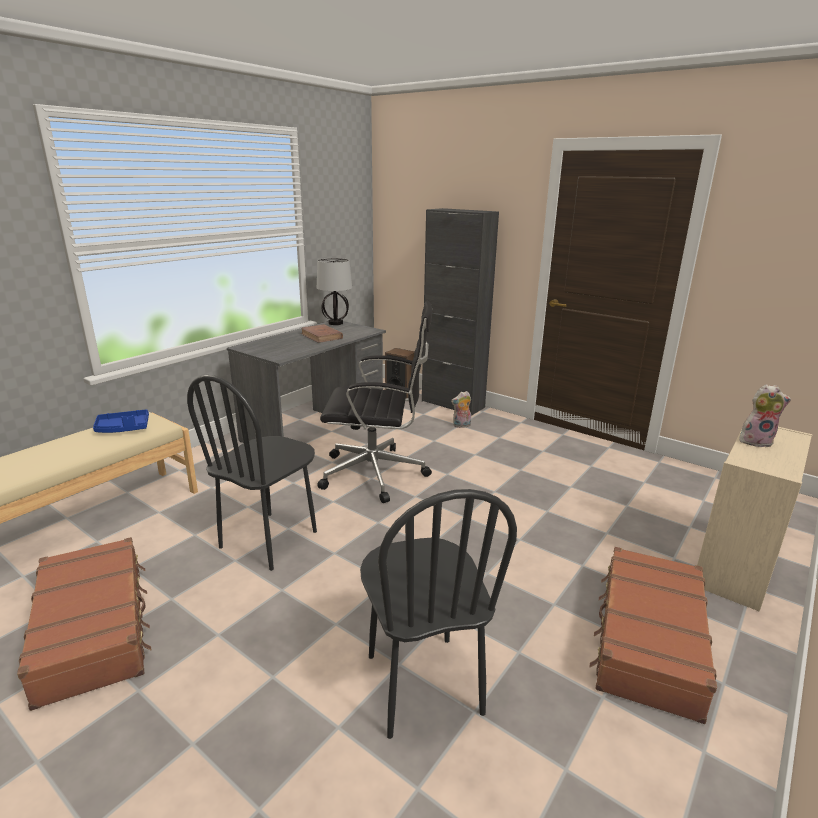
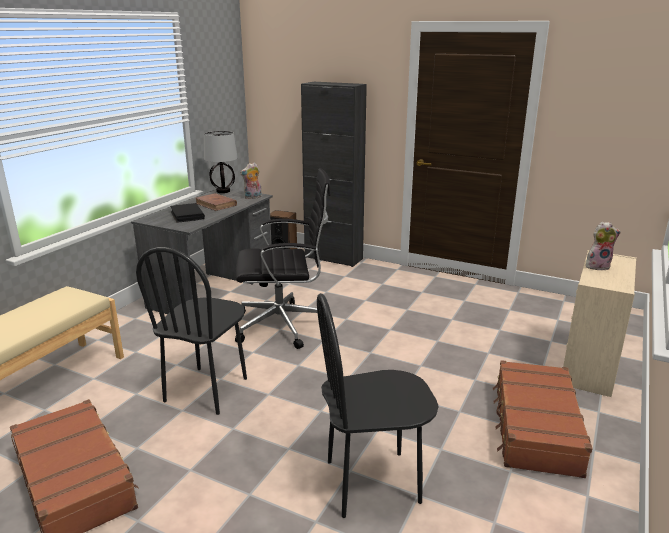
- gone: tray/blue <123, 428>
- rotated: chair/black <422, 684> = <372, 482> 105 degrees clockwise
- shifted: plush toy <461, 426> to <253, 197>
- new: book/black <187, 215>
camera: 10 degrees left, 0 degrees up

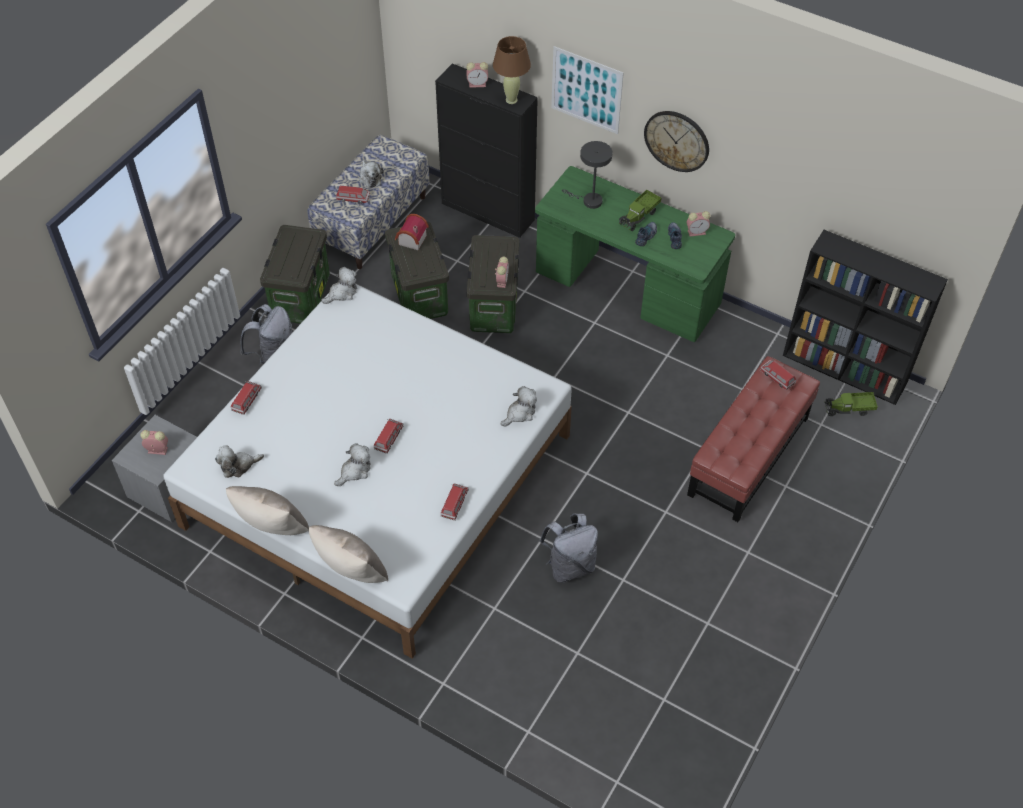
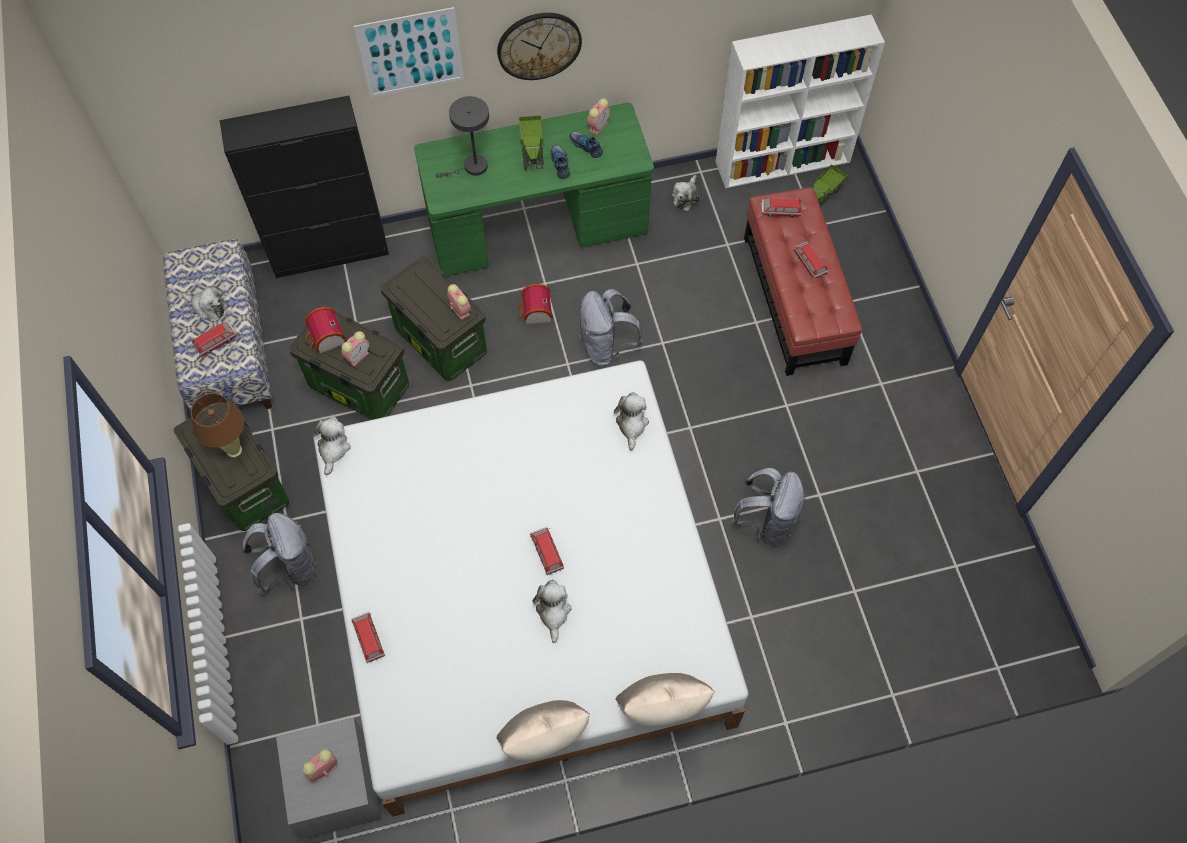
- shifted: plush toy <238, 466> to <686, 197>
- shifted: toy car <454, 504> to <809, 263>
- shifted: alarm clock <478, 84> to <358, 355>
- shifted: table lamp/brown <511, 100> to <234, 450>
- repainted: bookcase/black <845, 369> to bookcase/white <784, 161>
- new: toy house <535, 313>
- new: backpack/grey <606, 346>
camera: 45 degrees left, 10 degrees up

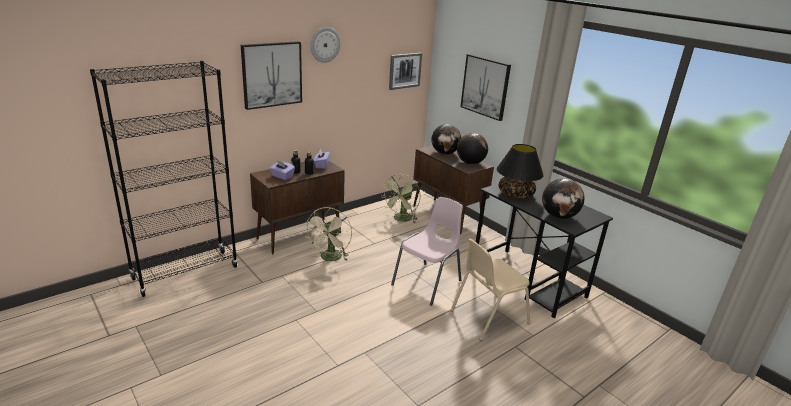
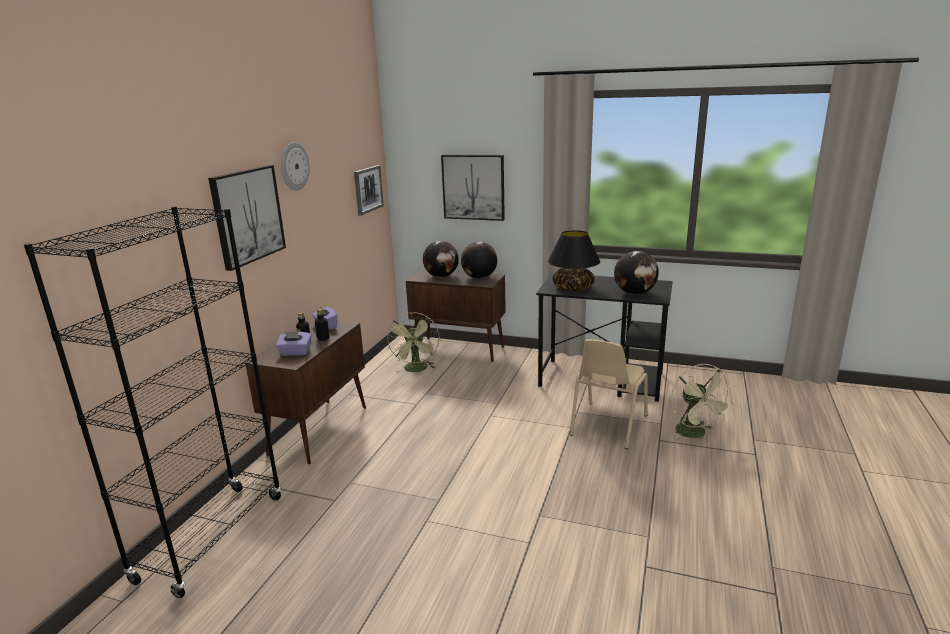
- shifted: fan/beige <330, 258> to <695, 434>
- gone: chair/pink <428, 282>
camera: 30 degrees left, 5 degrees down

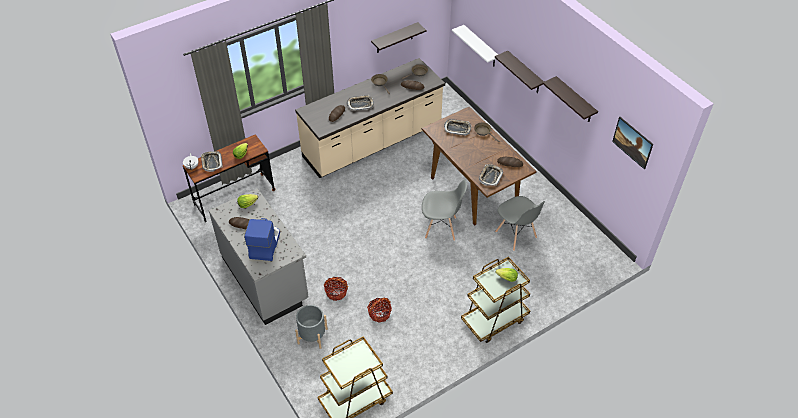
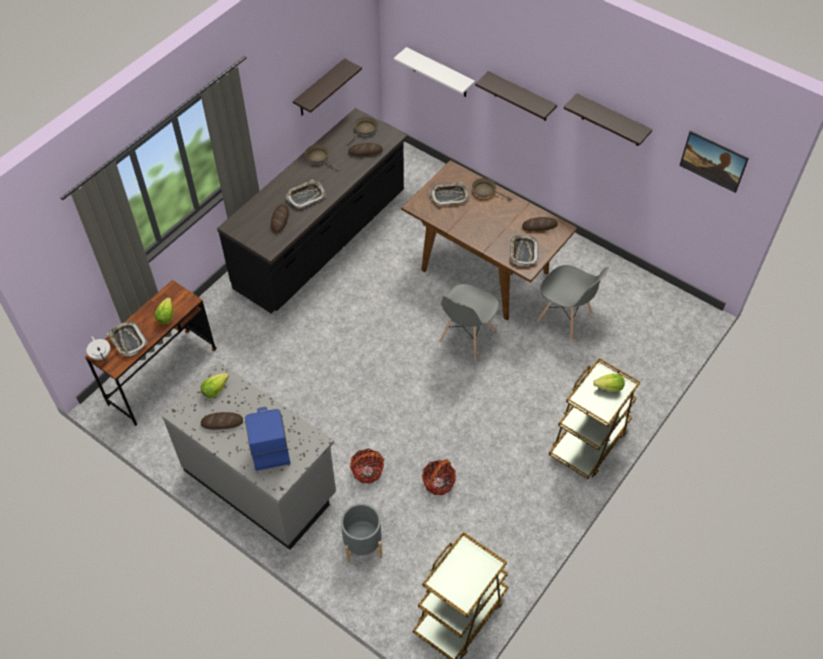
- repainted: counter/beige <373, 142> to counter/black <322, 241>
- rotated: chair/grey <441, 228> = <466, 337> 135 degrees clockwise
camera: 20 degrees left, 5 degrees up

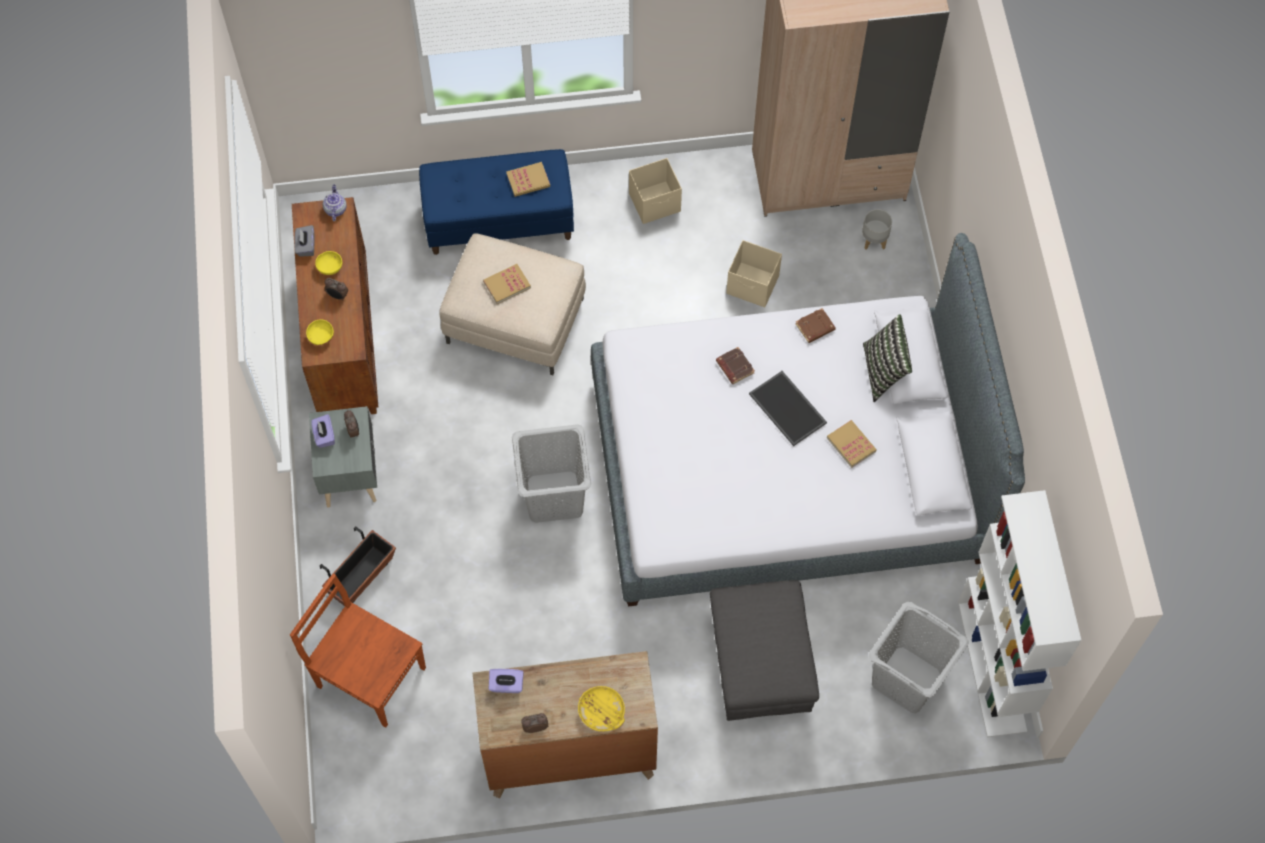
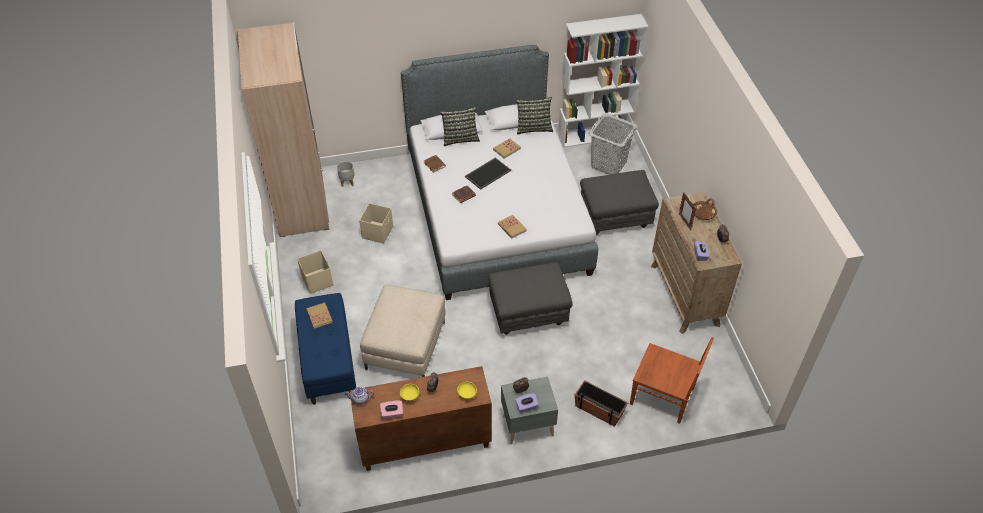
- rotated: chair/brown <369, 675> = <663, 397> 90 degrees counterclockwise
- repainted: tissue box/grey <306, 246> to tissue box/pink <392, 414>
- shifted: book <507, 285> to <512, 227>
- swapped: laundry basket/grey <554, 497> to ottoman/grey <528, 314>
- repainted: bowl/yellow <602, 712> to bowl/brown <703, 213>
- new: pillow <533, 127>
- new: picture frame <684, 222>
camera: 95 degrees left, 15 degrees down

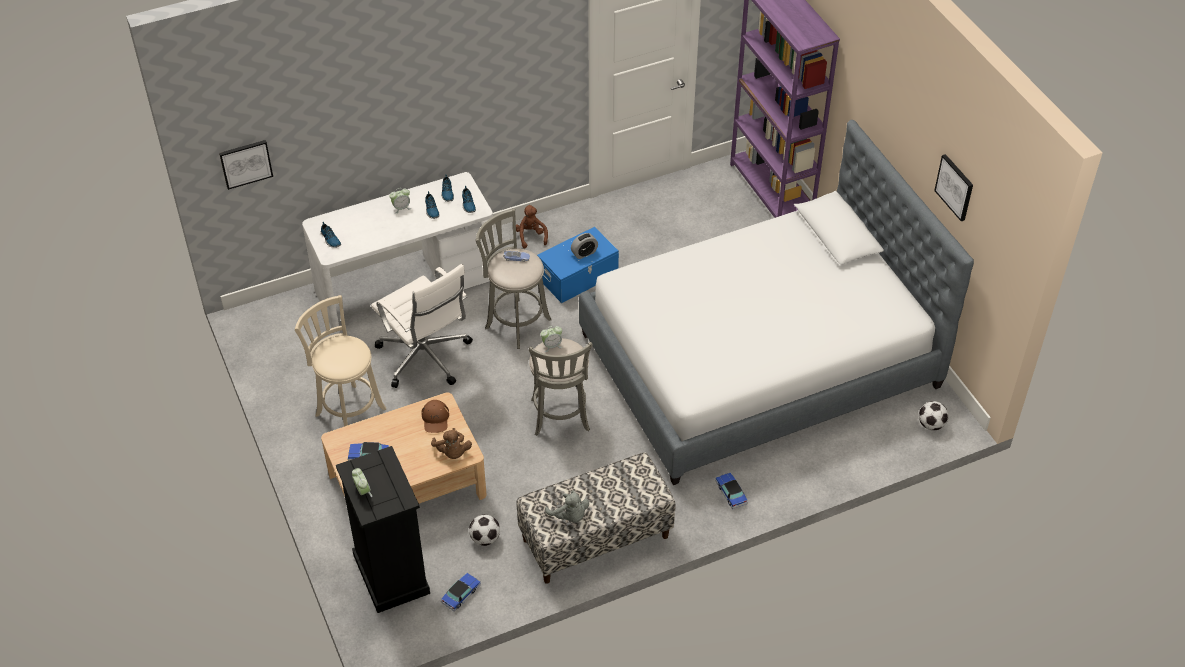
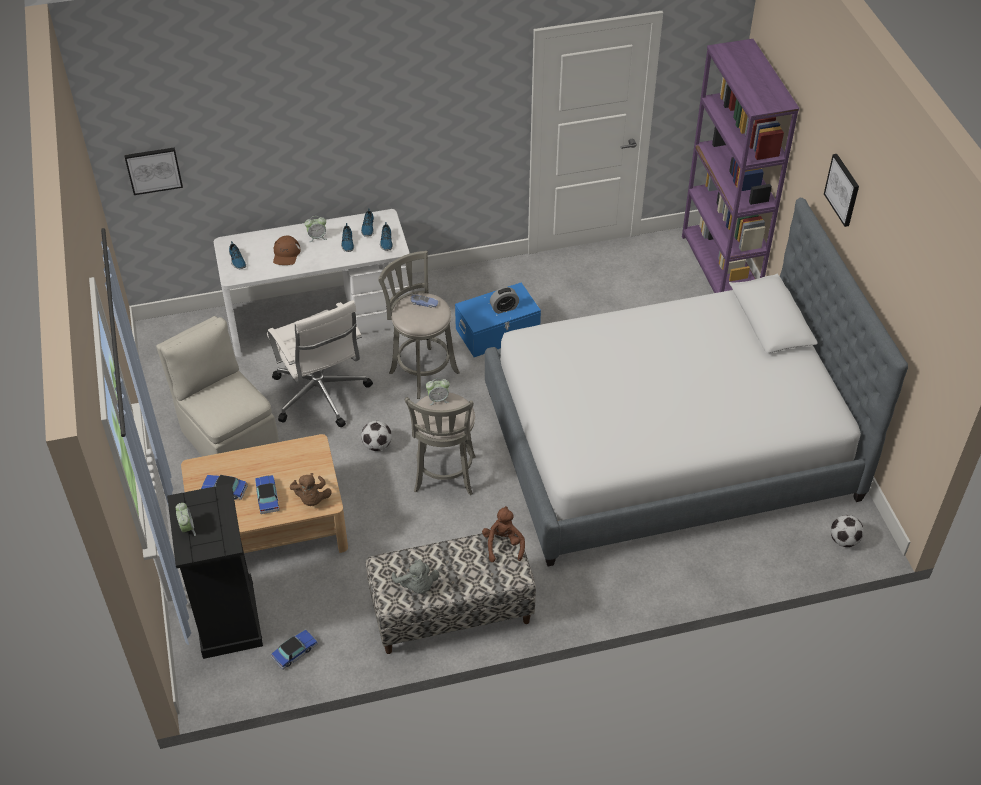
- swapped: stool/beige <348, 410> to chair/beige <229, 439>
- shifted: cap/brown <435, 419> to <286, 254>
- shifted: football <485, 538> to <377, 445>
- shifted: plush toy/brown <531, 236> to <503, 544>
- shifted: toy car <731, 493> to <267, 497>
- shifted: picture <955, 187> to <843, 189>
camera: 10 degrees right, 0 degrees up

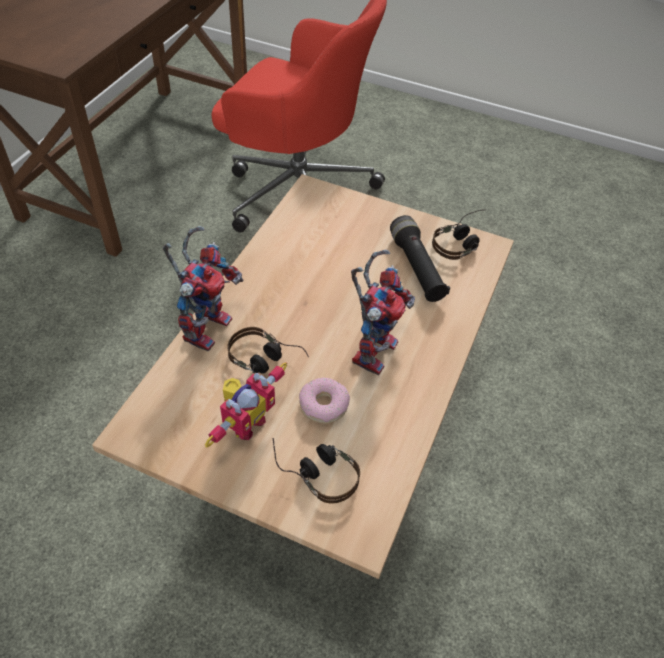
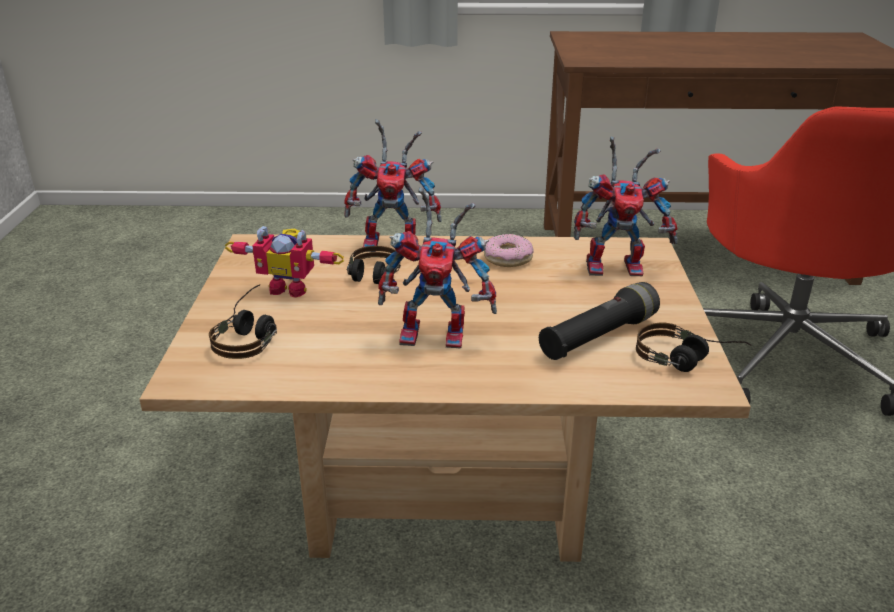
- shifted: donut <323, 405> to <508, 258>
- new: toy robot <618, 266>
camera: 70 degrees right, 20 degrees down

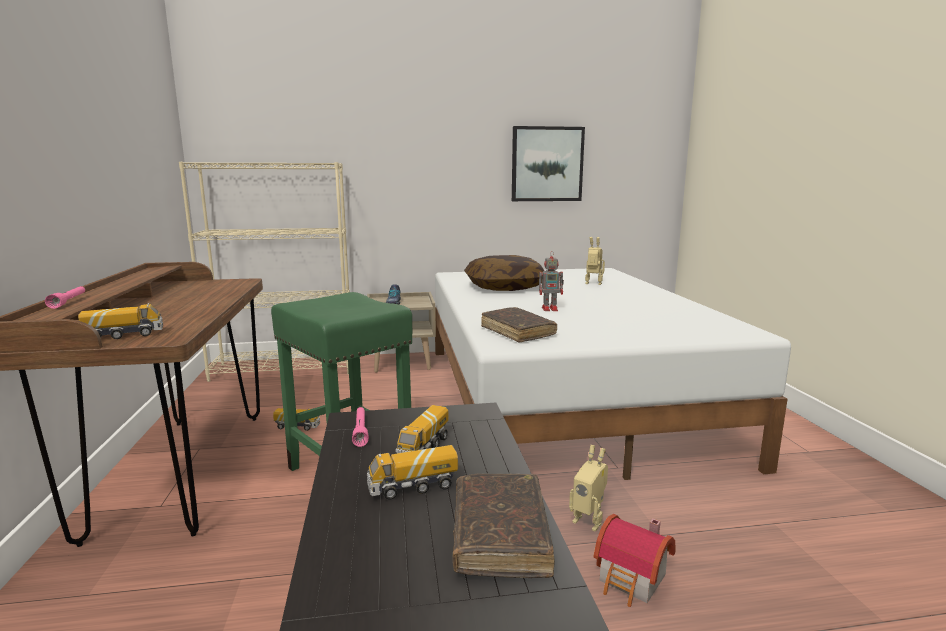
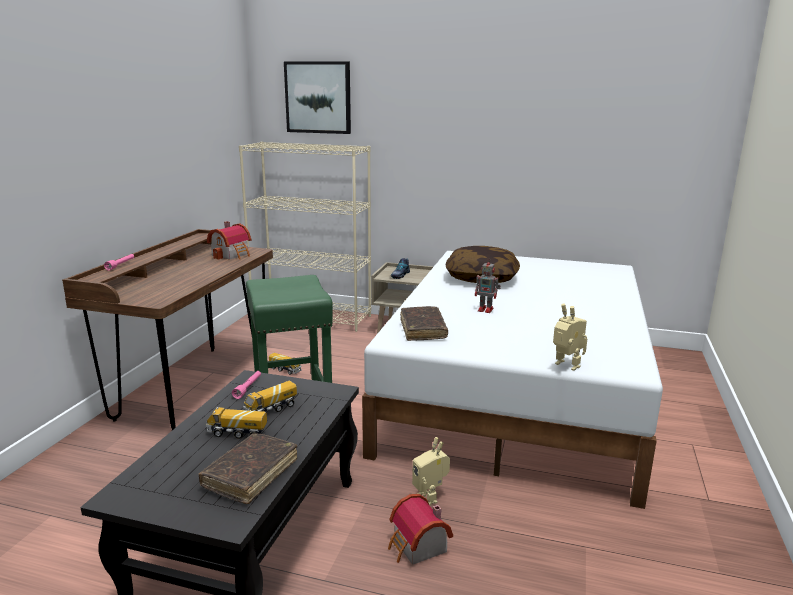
- gone: toy truck <125, 335>
- shifted: picture <547, 164> to <318, 97>
- shifted: toy robot <593, 284> to <565, 366>
- new: toy house <232, 254>
camera: 25 degrees right, 5 degrees up

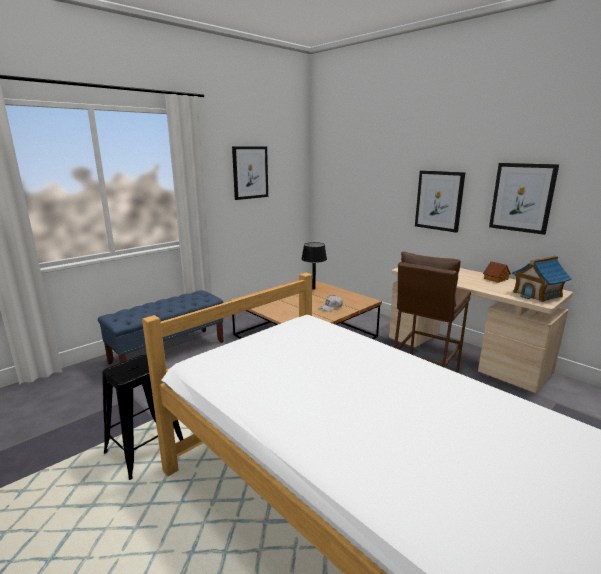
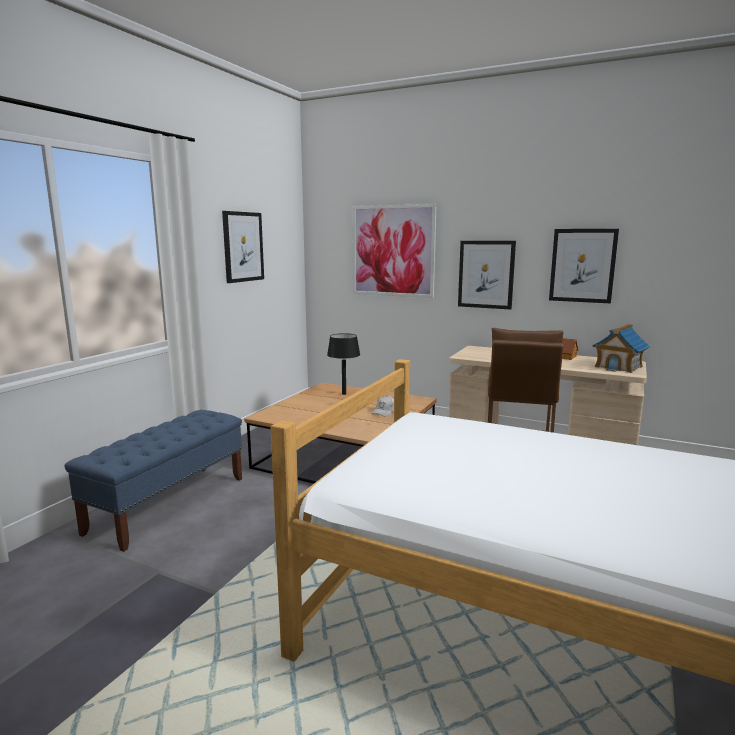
- gone: stool/black <145, 450>
- new: picture <392, 251>
camera: 20 degrees left, 5 degrees down

